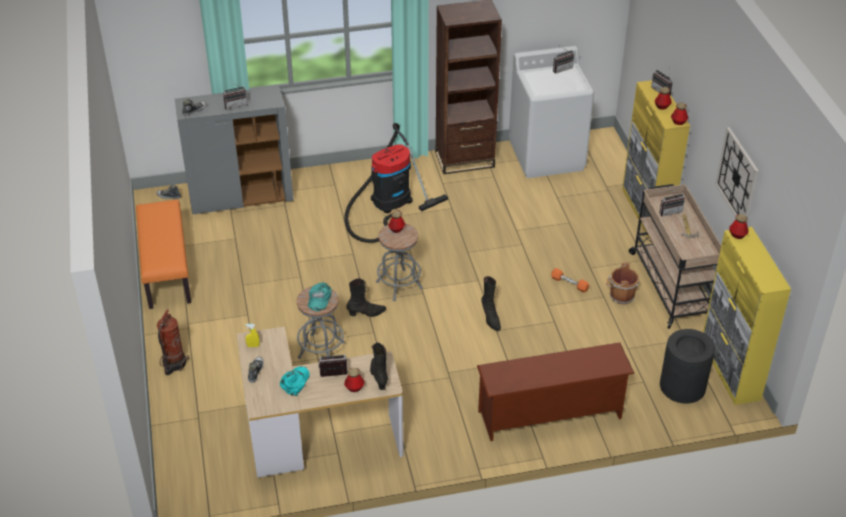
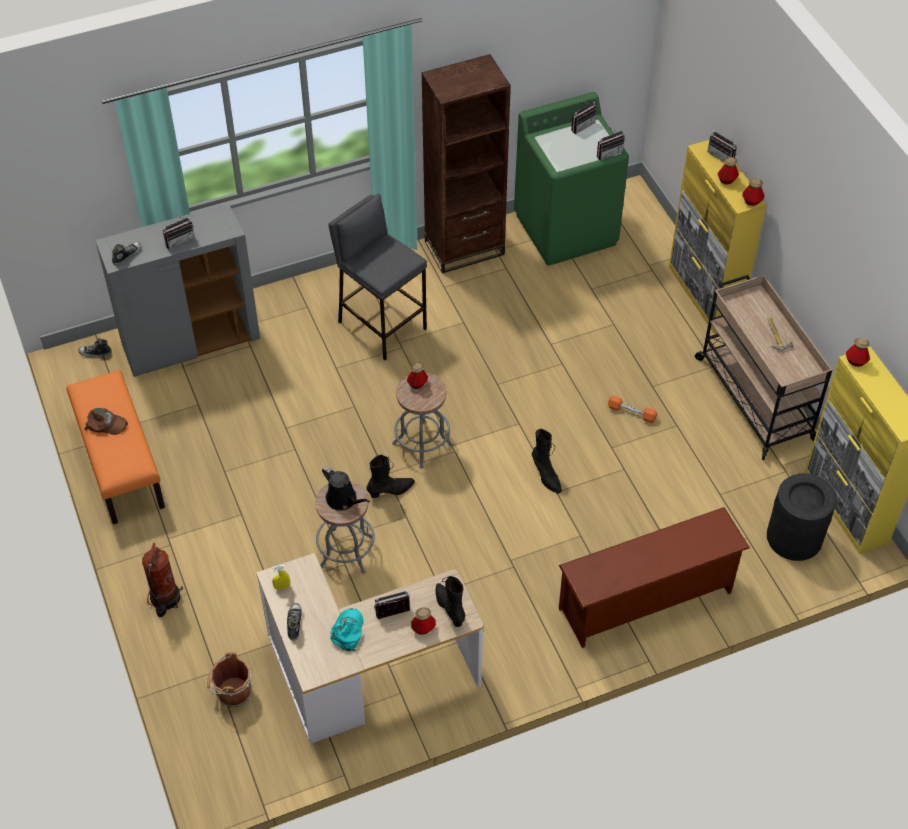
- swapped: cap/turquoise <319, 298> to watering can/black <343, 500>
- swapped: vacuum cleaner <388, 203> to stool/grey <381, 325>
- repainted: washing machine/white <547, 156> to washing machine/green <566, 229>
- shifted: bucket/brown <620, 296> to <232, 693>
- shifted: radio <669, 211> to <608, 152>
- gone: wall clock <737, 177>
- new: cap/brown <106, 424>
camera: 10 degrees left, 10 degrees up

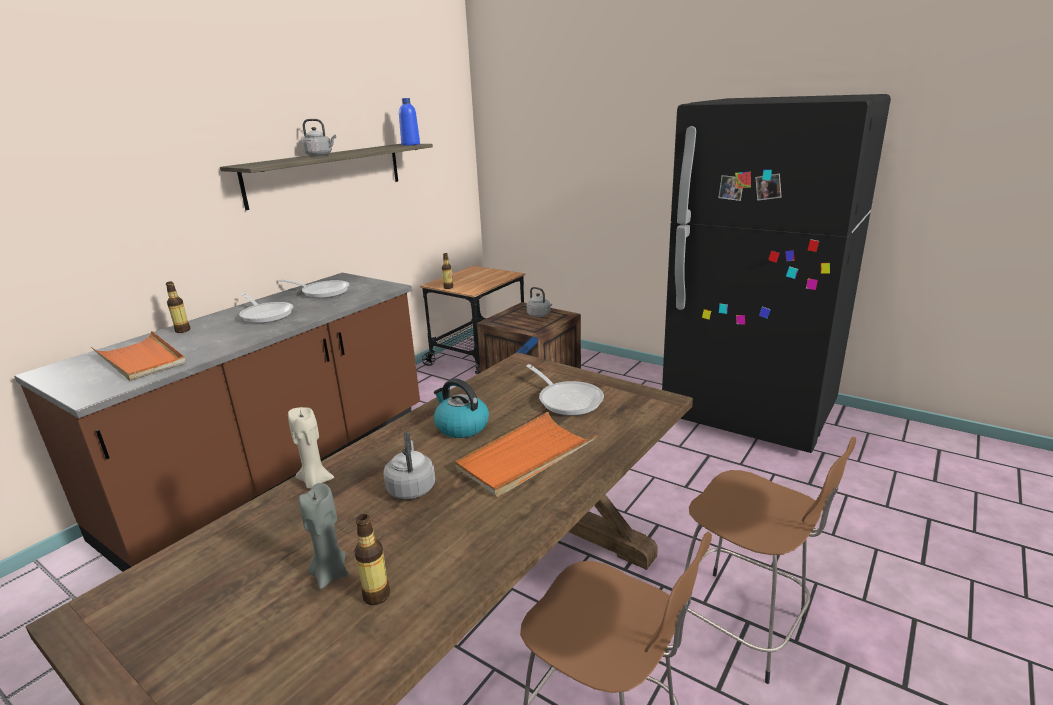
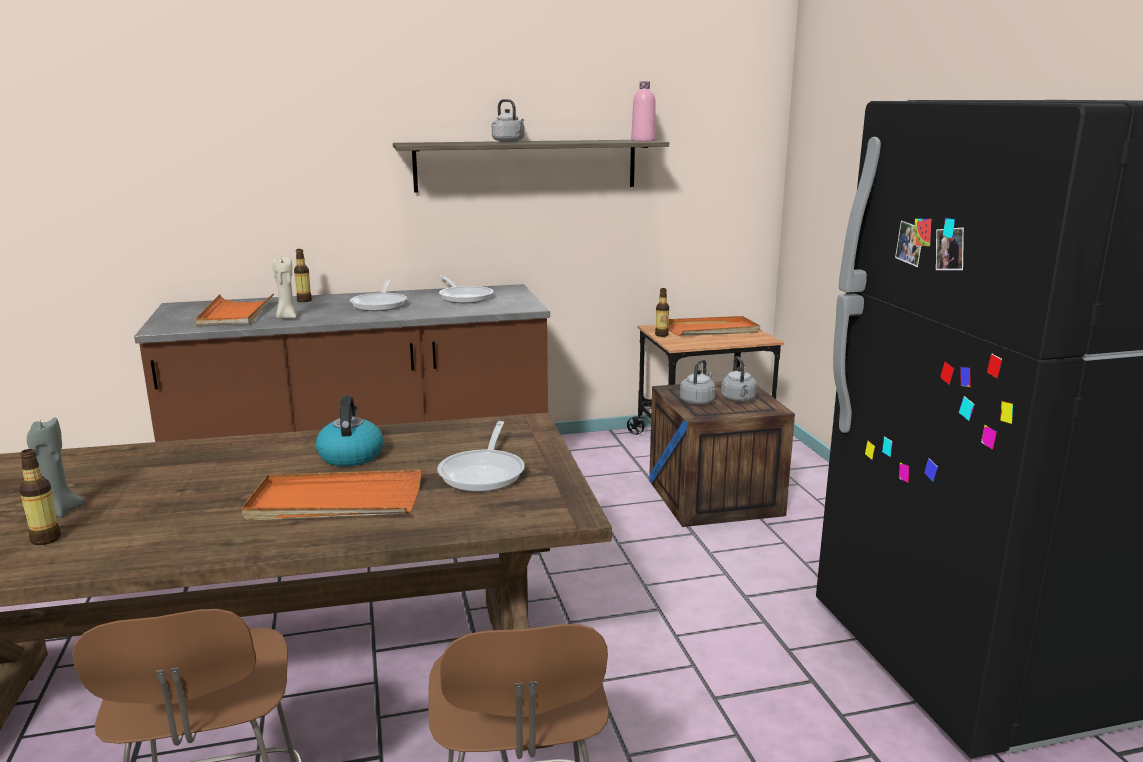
- shifted: candle/beige <314, 482> to <287, 318>
- shifted: kettle/grey <411, 487> to <698, 401>
- repainted: bottle/blue <410, 144> to bottle/pink <643, 140>
- new: tray/orange <712, 330>
camera: 40 degrees right, 5 degrees down

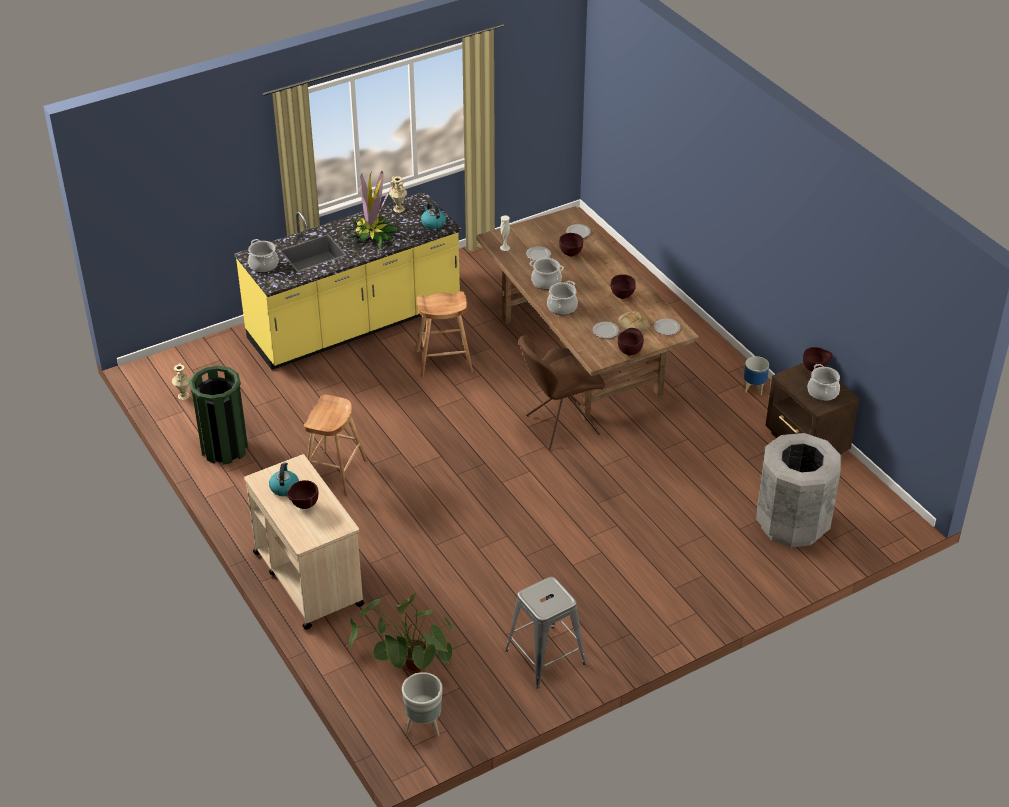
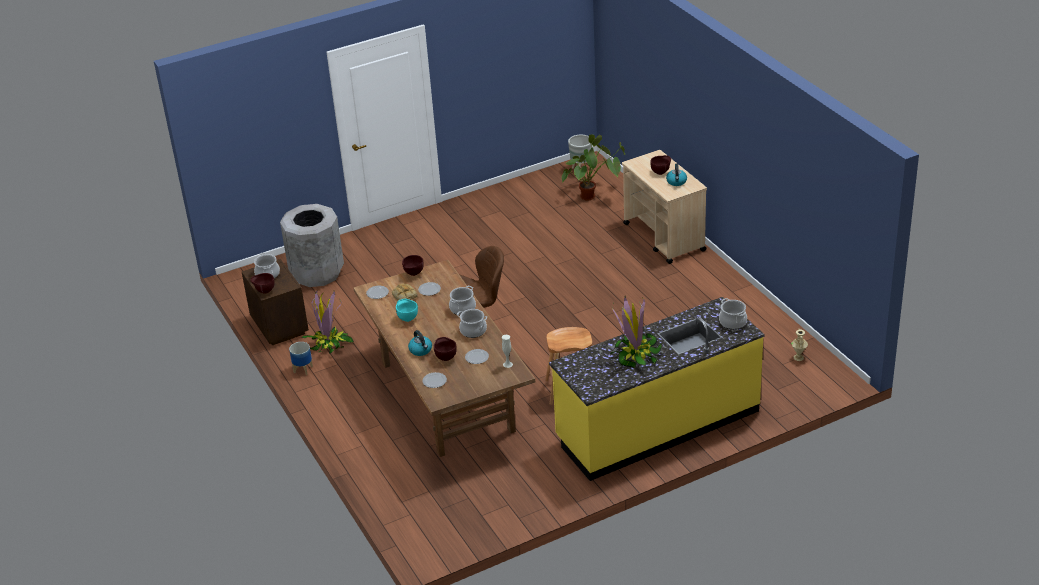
- gone: trash can/green <224, 448>
- gone: stool/brown <335, 472>
- gone: vase/beige <399, 209>
- shifted: kettle <433, 223> to <421, 350>
- gone: stool/grey <545, 656>
- repainted: bowl/brown <623, 297> to bowl/turquoise <407, 318>
- new: potted plant <329, 344>
camera: 175 degrees left, 5 degrees down

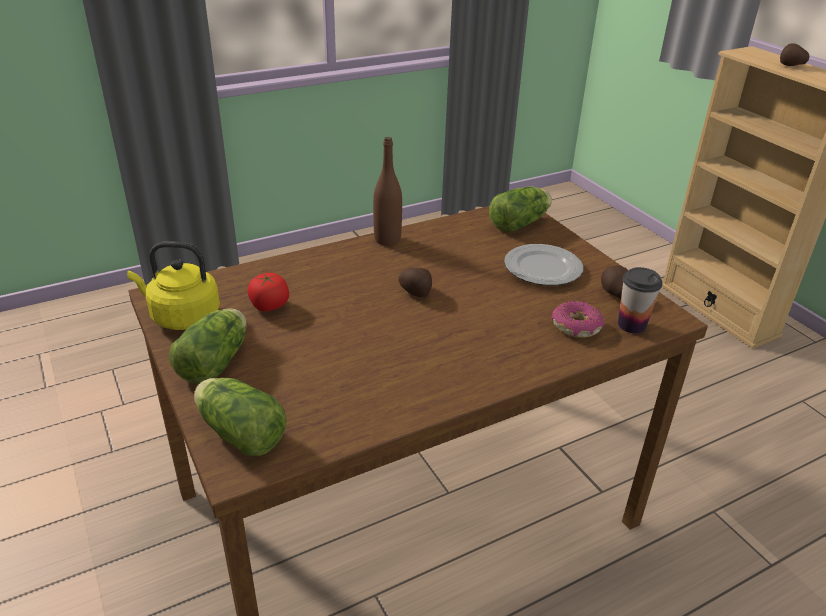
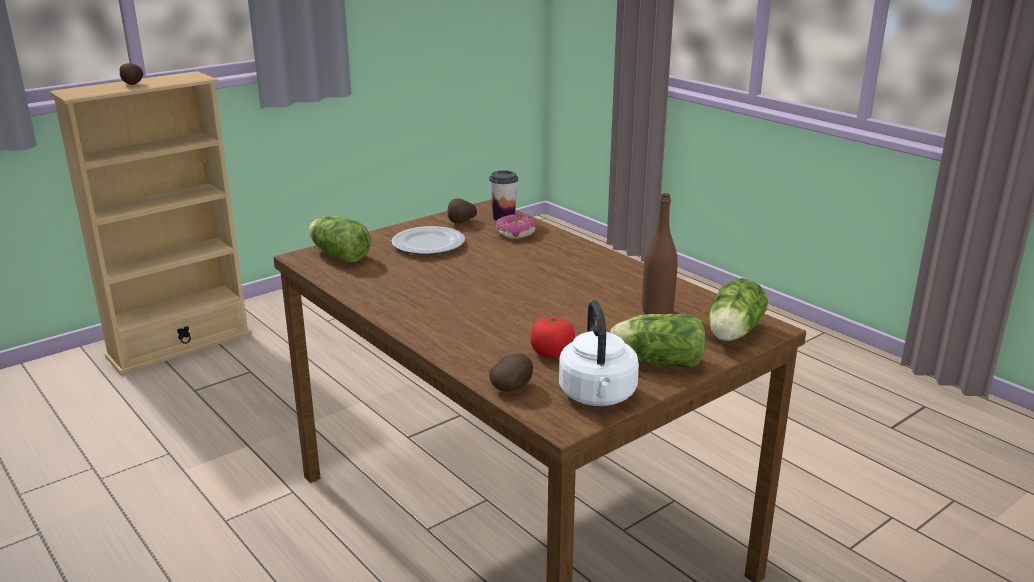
- repainted: kettle/yellow <182, 317> to kettle/white <598, 396>
- shifted: bottle/brown <387, 239> to <657, 312>
- shifted: potato <416, 292> to <513, 387>
camera: 100 degrees left, 10 degrees down

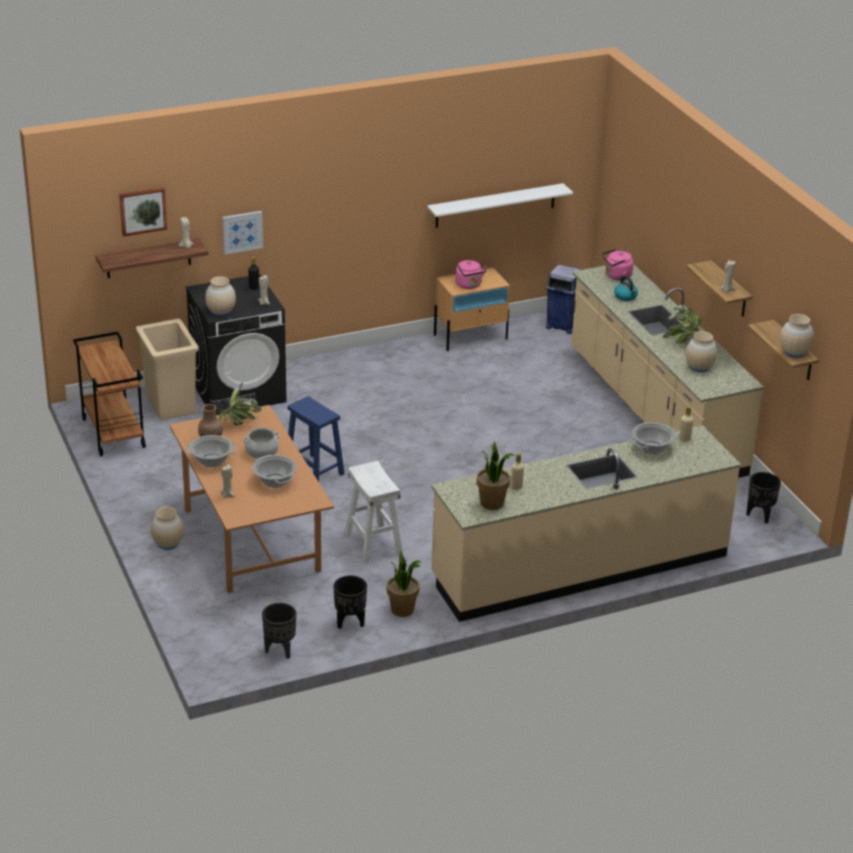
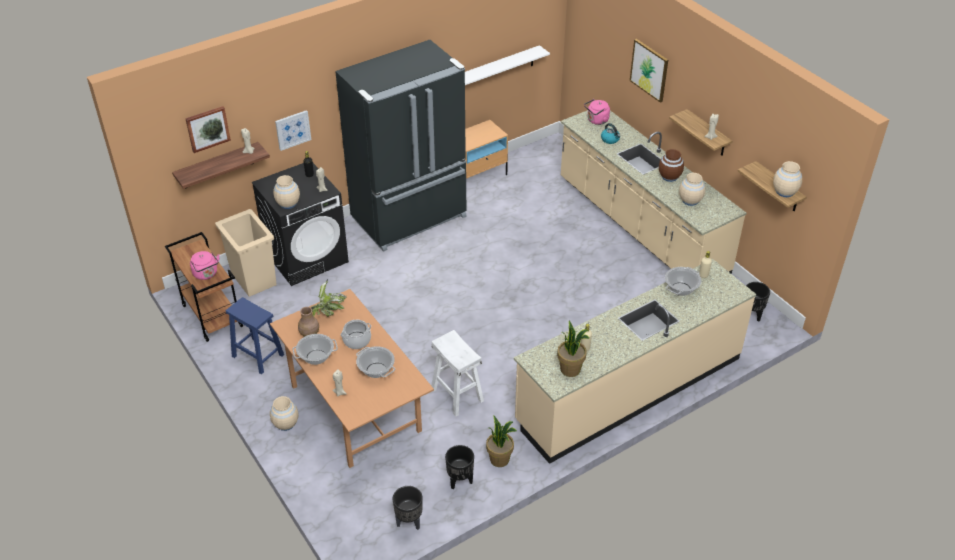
- shifted: stool/blue <313, 471> to <257, 355>
- shifted: kettle/pink <469, 285> to <206, 274>
- gone: trash can/blue <562, 325>
- swapped: potted plant <684, 341> to vase/brown <669, 176>
- new: fridge/black <410, 218>
- new: picture <649, 70>
camera: 10 degrees left, 10 degrees up

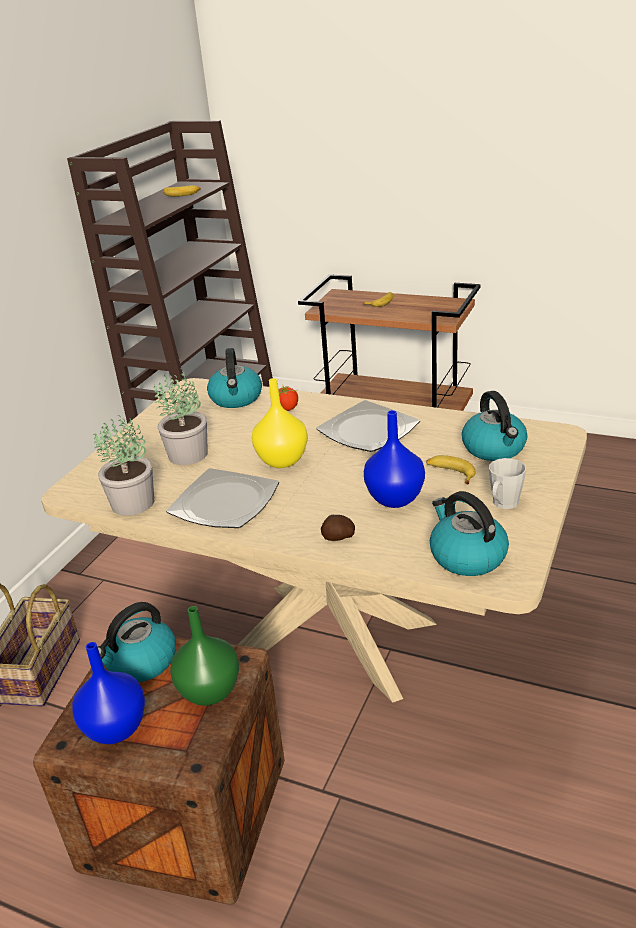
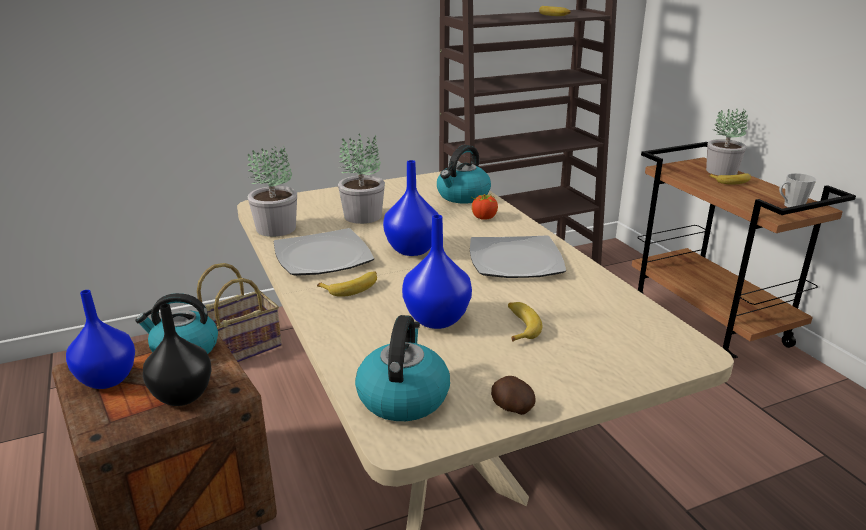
- repainted: vase/green <211, 691> to vase/black <183, 396>
- repainted: vase/yellow <283, 461> to vase/blue <412, 250>
- shifted: potato <338, 538> to <511, 408>
- gone: kettle <494, 448>
- shifted: mug/grey <503, 504> to <790, 206>
- new: banana <352, 288>
- new: potted plant <722, 171>
camera: 40 degrees right, 5 degrees down

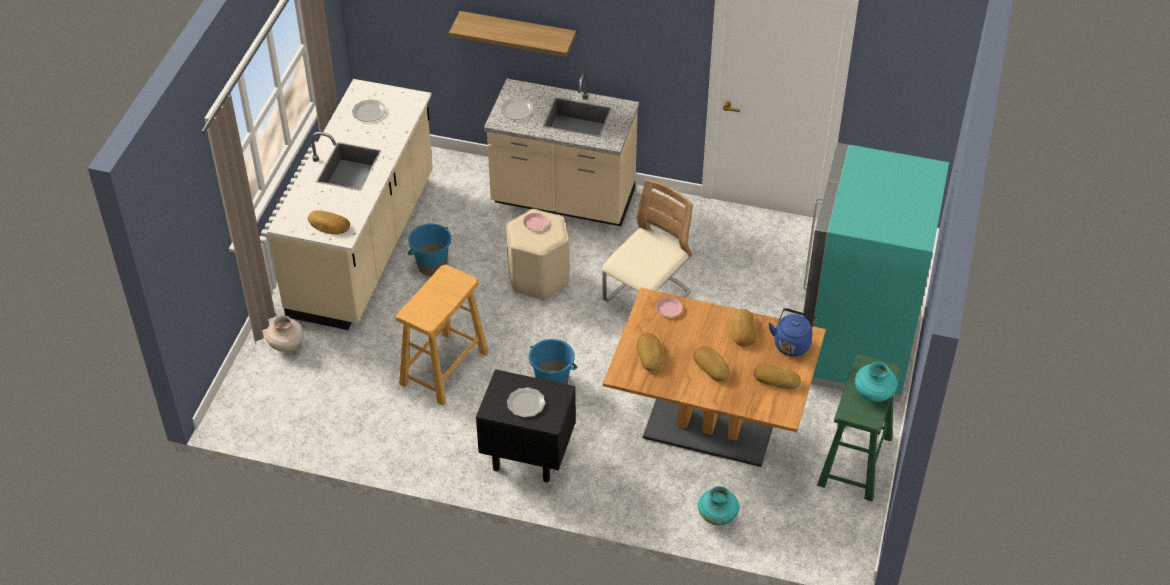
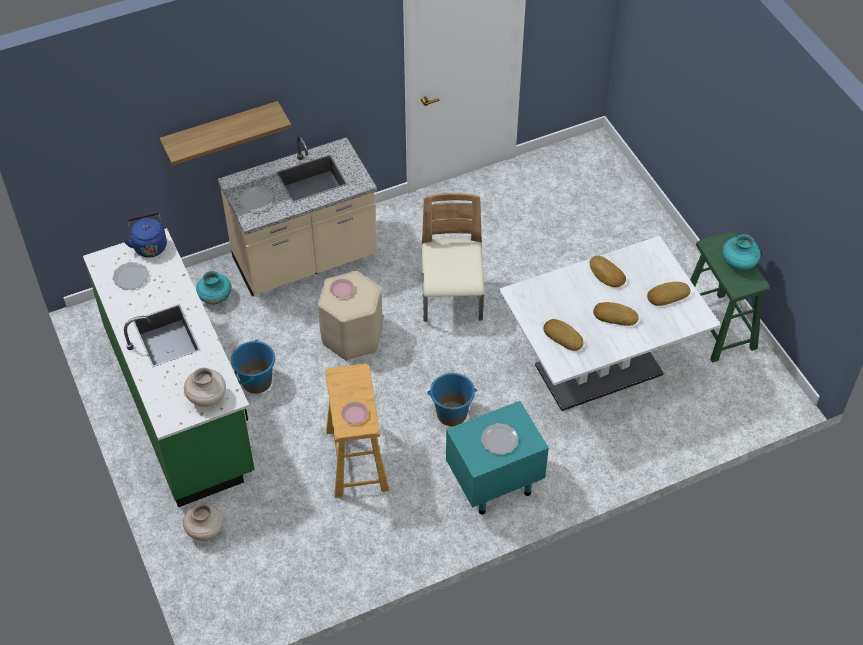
- repainted: counter/beige <364, 245> to counter/green <180, 402>
- swapped: bread <329, 225> to vase/beige <207, 397>
- repainted: nightstand/black <527, 455> to nightstand/turquoise <493, 484>
- repainted: dining table/brown <709, 427> to dining table/white <598, 370>
- shifted: plate/pink <669, 309> to <354, 414>
- shifted: vase/turquoise <717, 516> to <215, 297>
- shifted: kettle/blue <792, 343> to <149, 245>
- gone: fridge/turquoise <855, 346>
camera: 40 degrees left, 5 degrees up

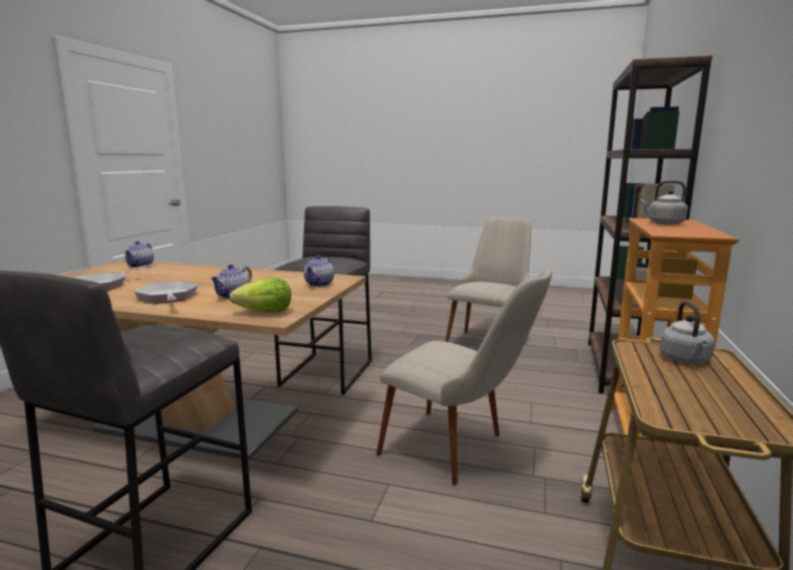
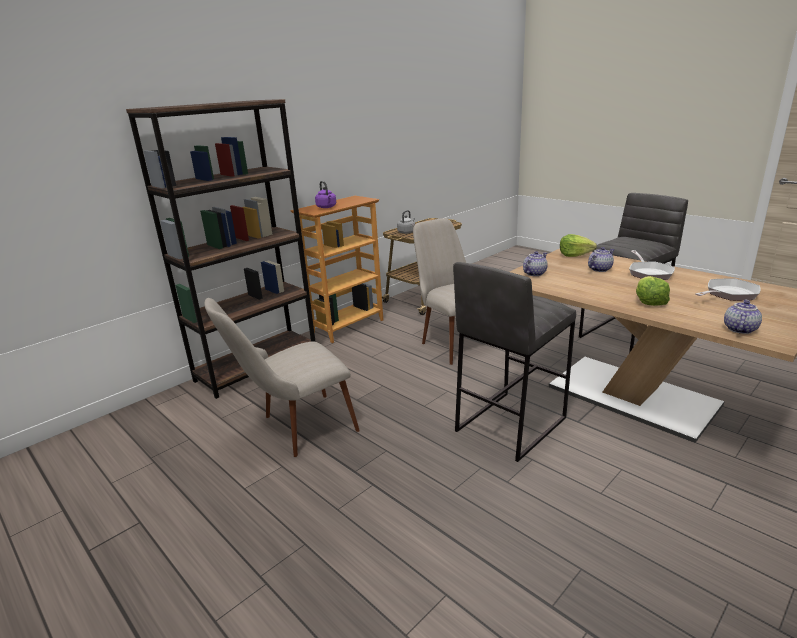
- repainted: kettle/grey <663, 223> to kettle/purple <327, 207>
- new: lettuce <649, 301>
camera: 150 degrees left, 10 degrees up

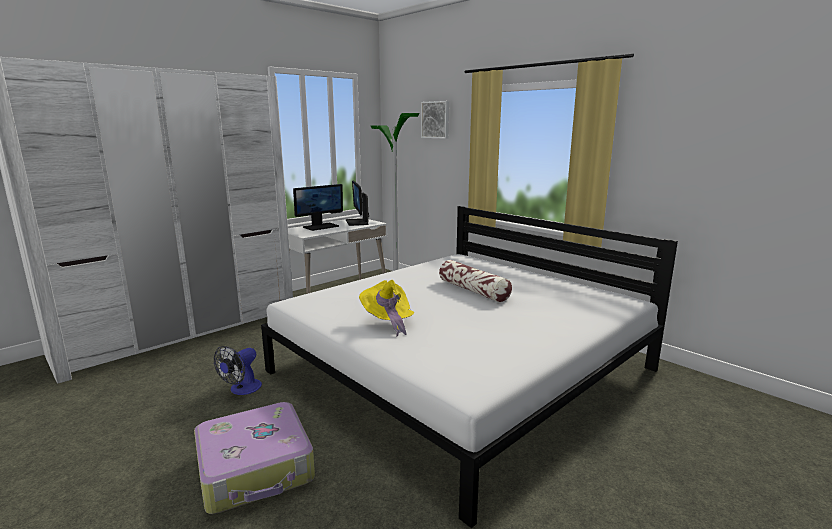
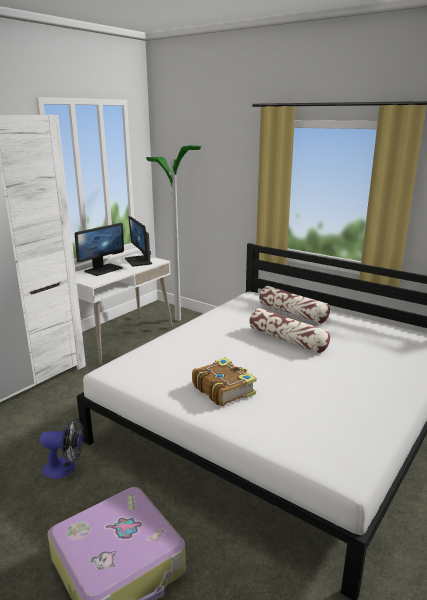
- rotated: fan <241, 390> = <65, 468> 105 degrees counterclockwise
- swapped: hat/yellow <388, 322> to book <223, 389>
- gone: picture <436, 120>
- new: pillow <292, 313>
camera: 10 degrees left, 5 degrees up

